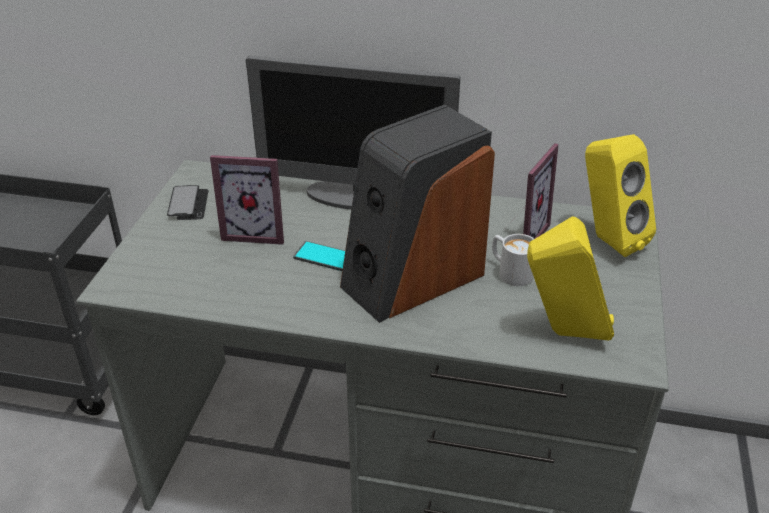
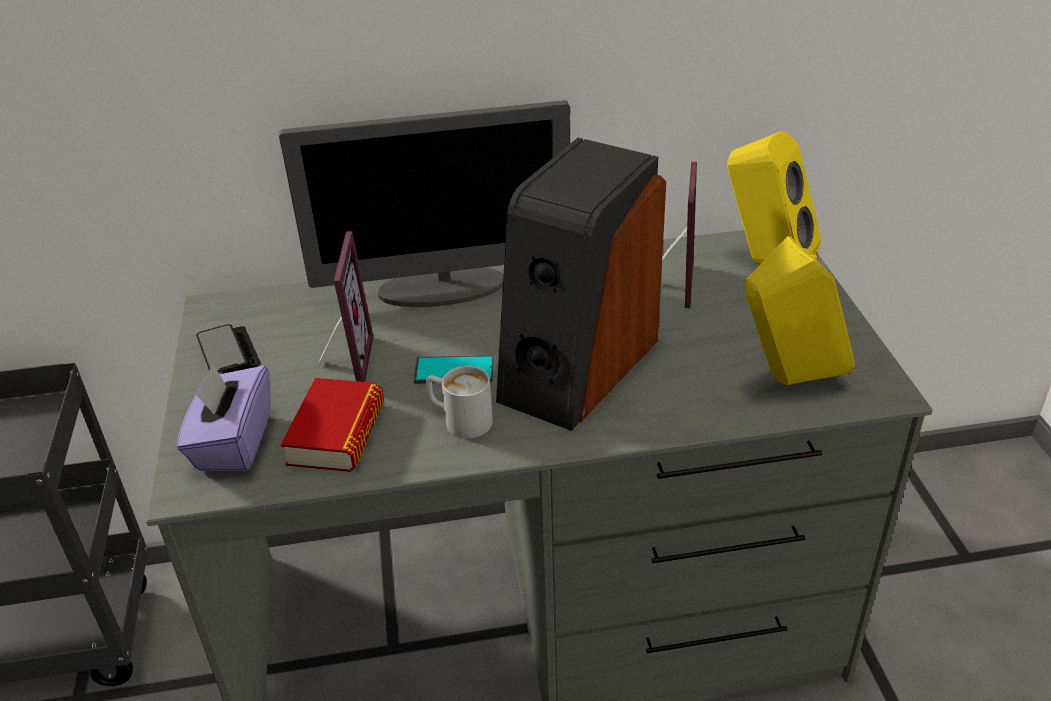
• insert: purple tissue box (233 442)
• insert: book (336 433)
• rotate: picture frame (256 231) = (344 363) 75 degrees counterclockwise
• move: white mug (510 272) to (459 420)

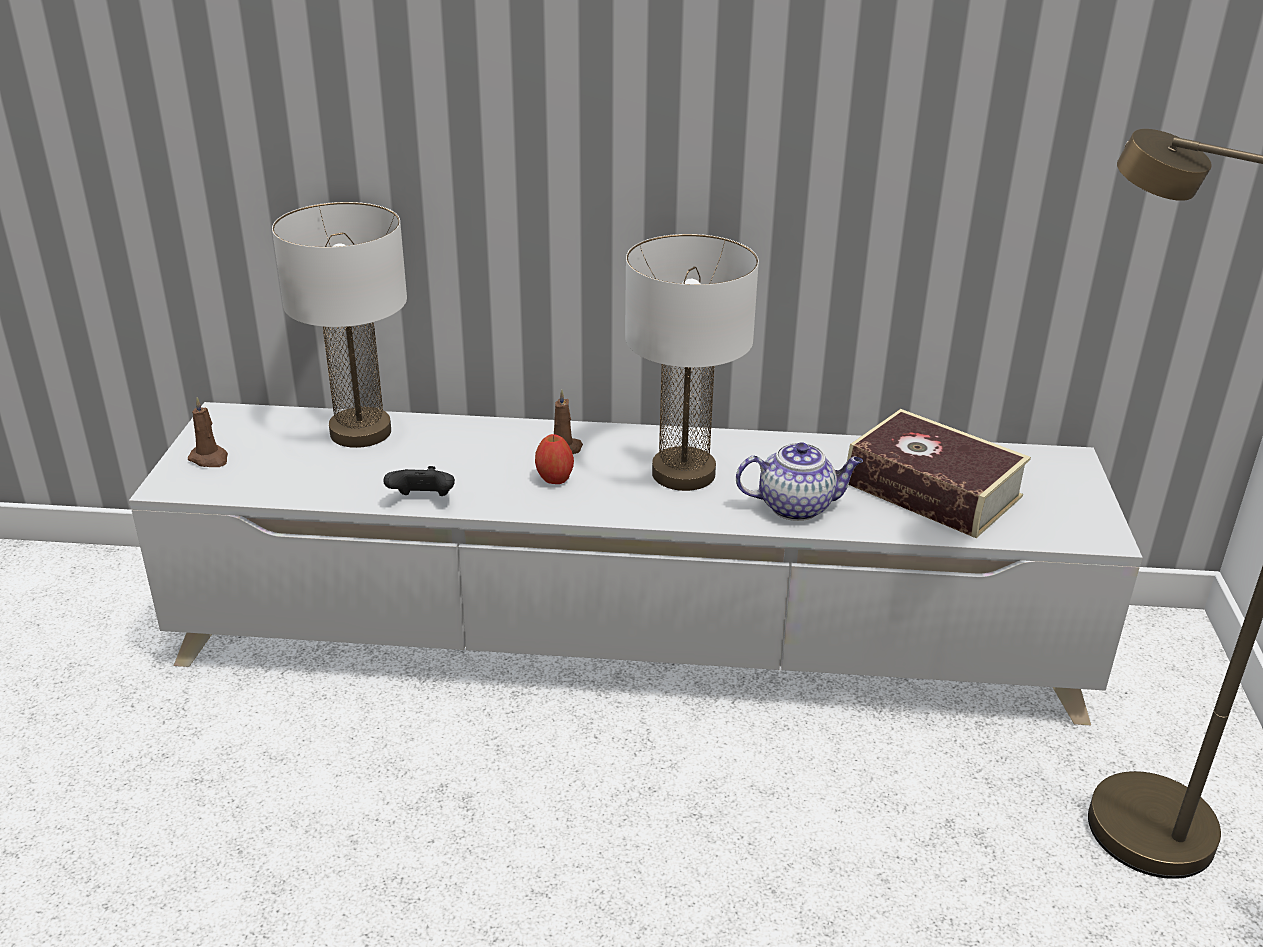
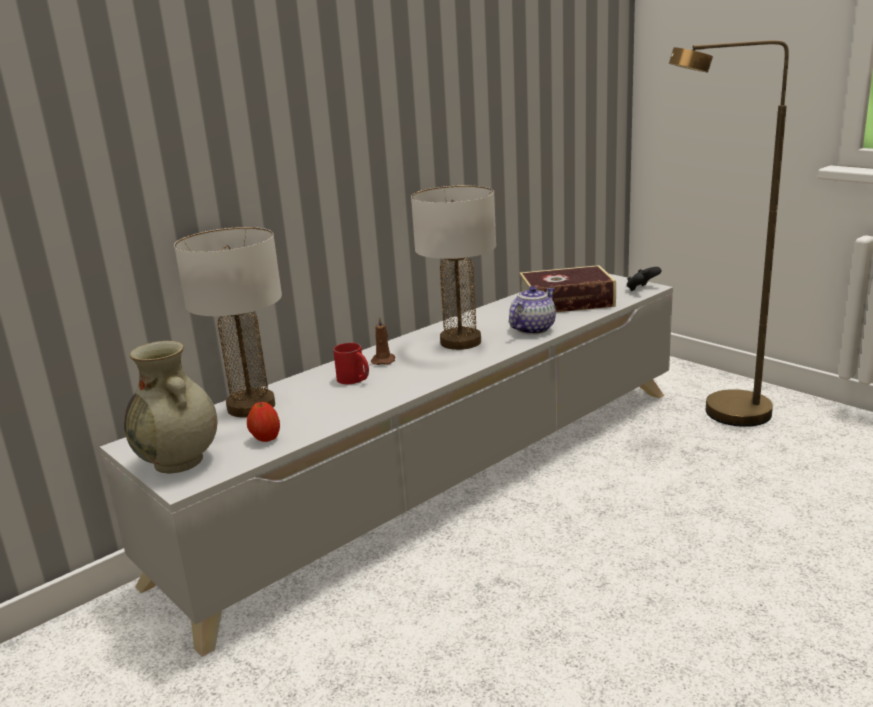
• replace: brown candle (210 459) to beige vase (179 462)
• move: apple (554 479) to (266 439)
• insert: red mug (355 380)
• move: black game controller (423 500) to (641 289)

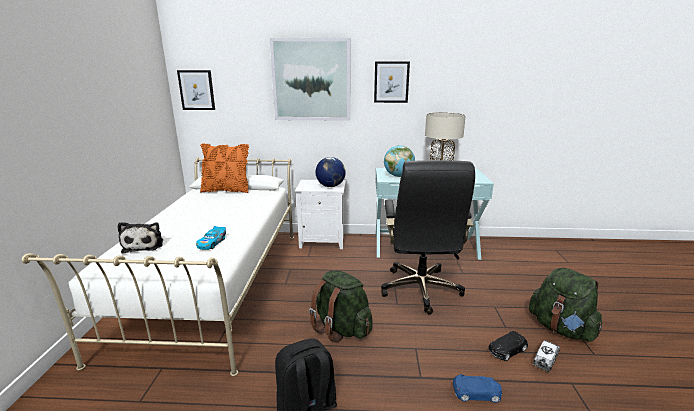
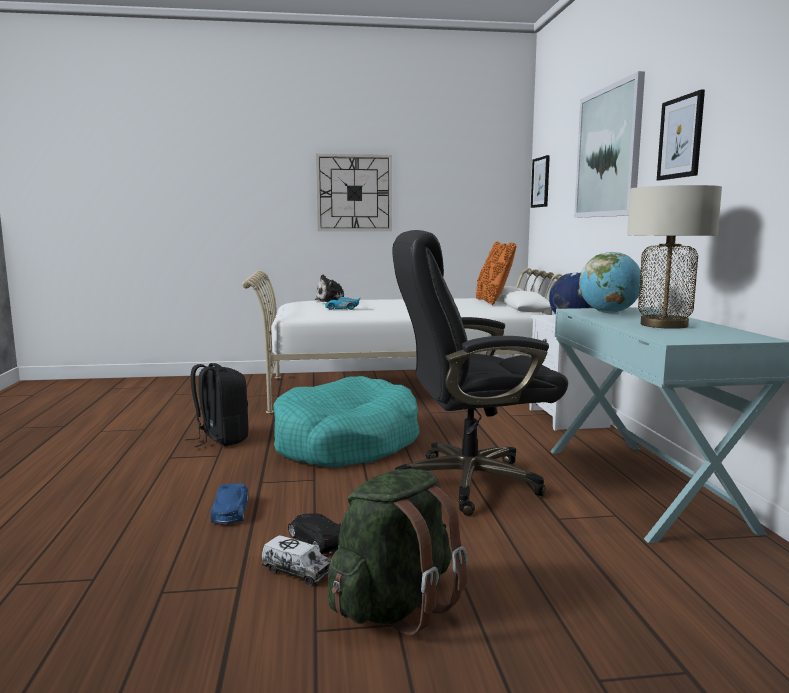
• replace: green backpack (341 328) to turquoise dog bed (346 443)
• insert: wall clock (354 193)

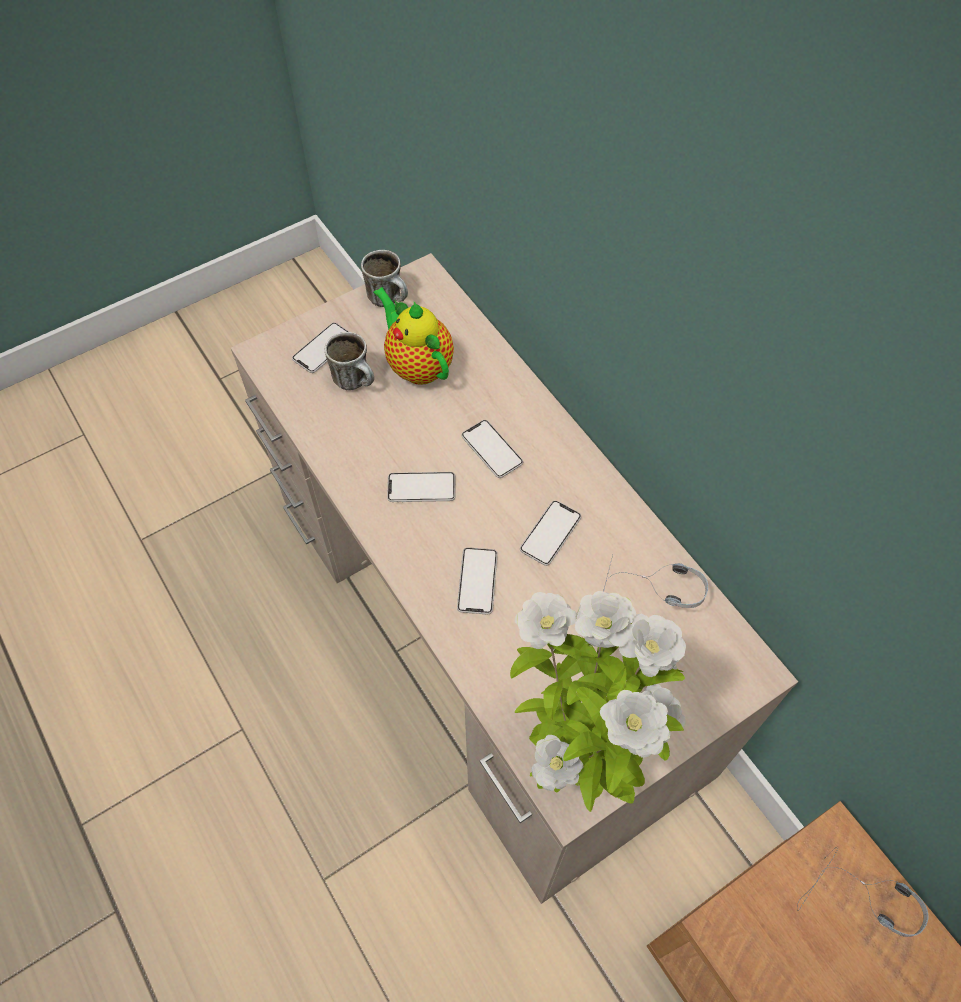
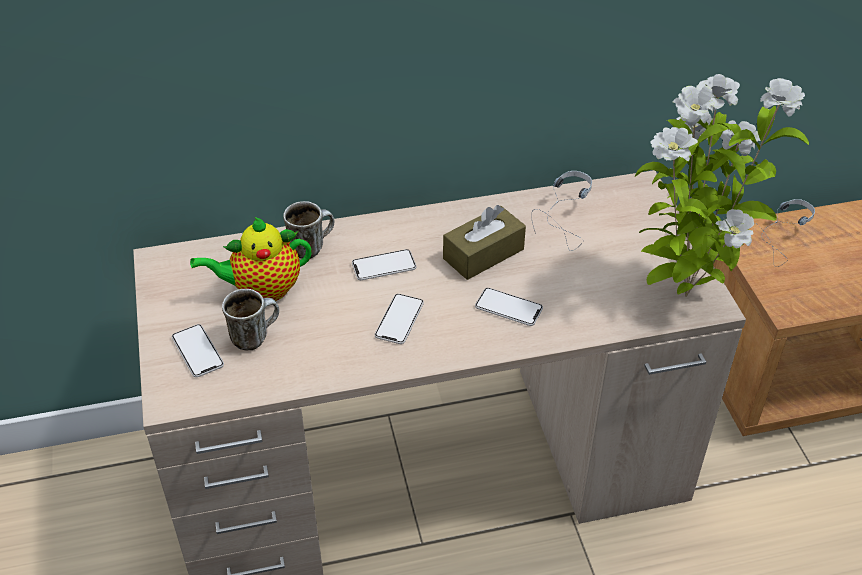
• move: mug (390 299) to (311 247)
• replace: phone (550 533) to brown tissue box (483 254)

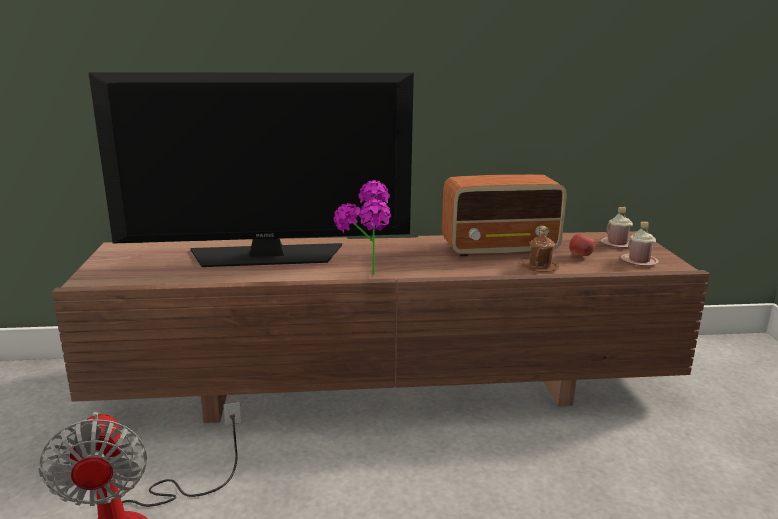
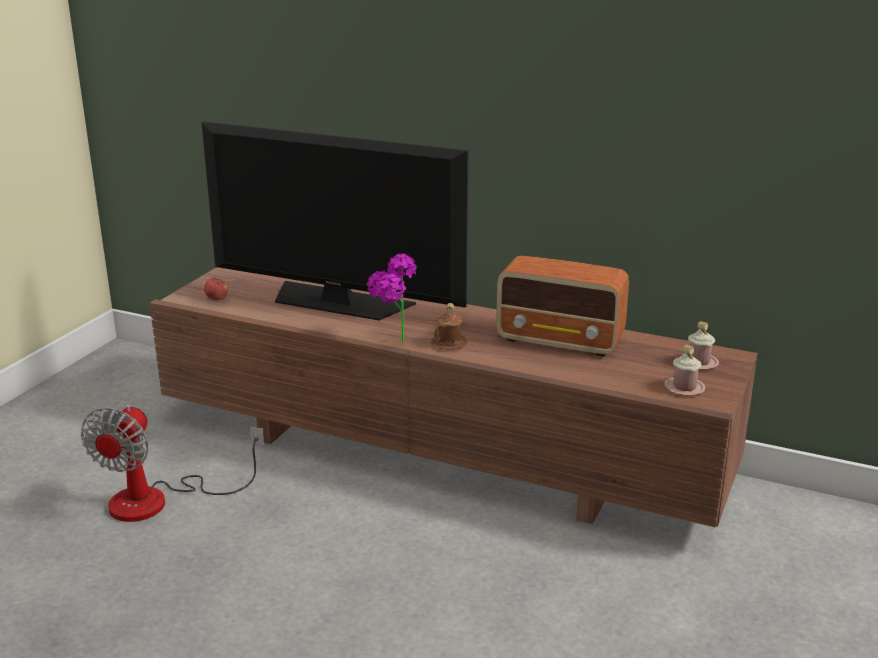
• move: apple (580 256) to (216 299)
• move: brown mug (540 267) to (449 343)

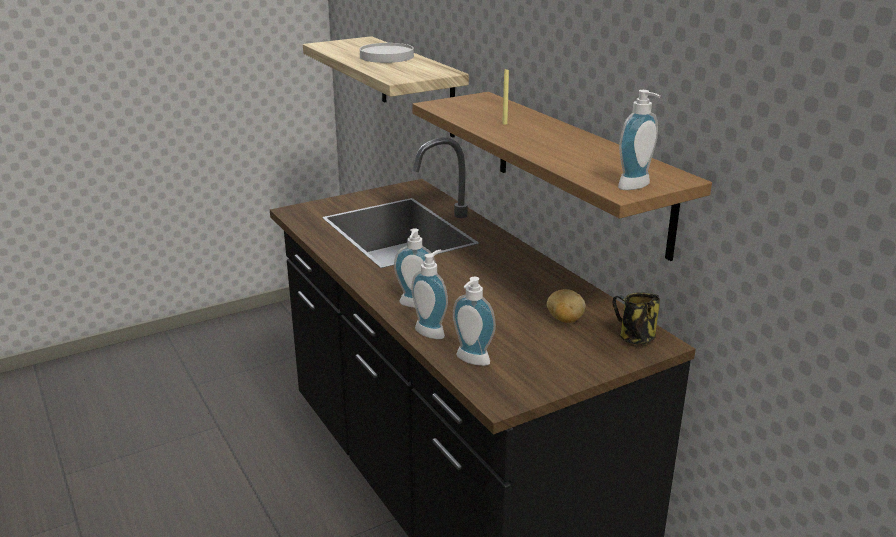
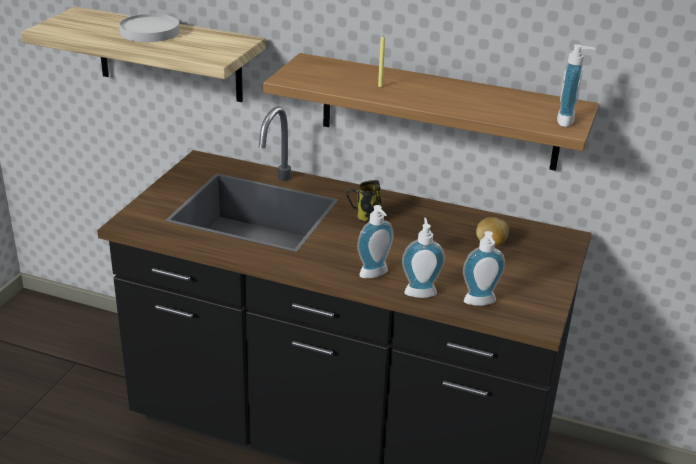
• move: mug (634 338) to (367 218)

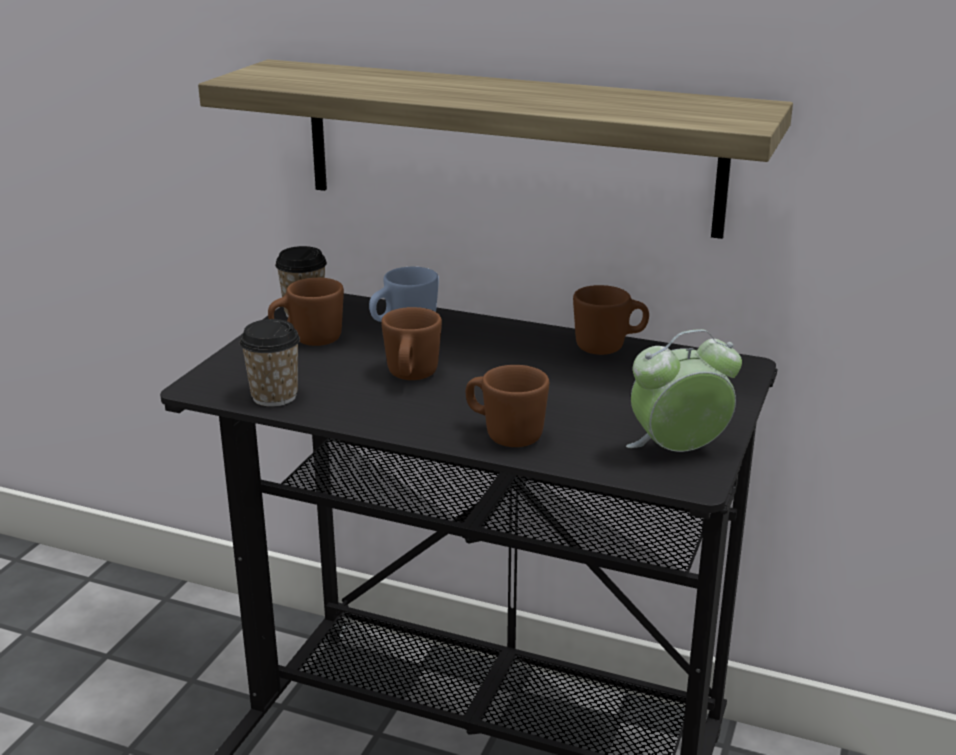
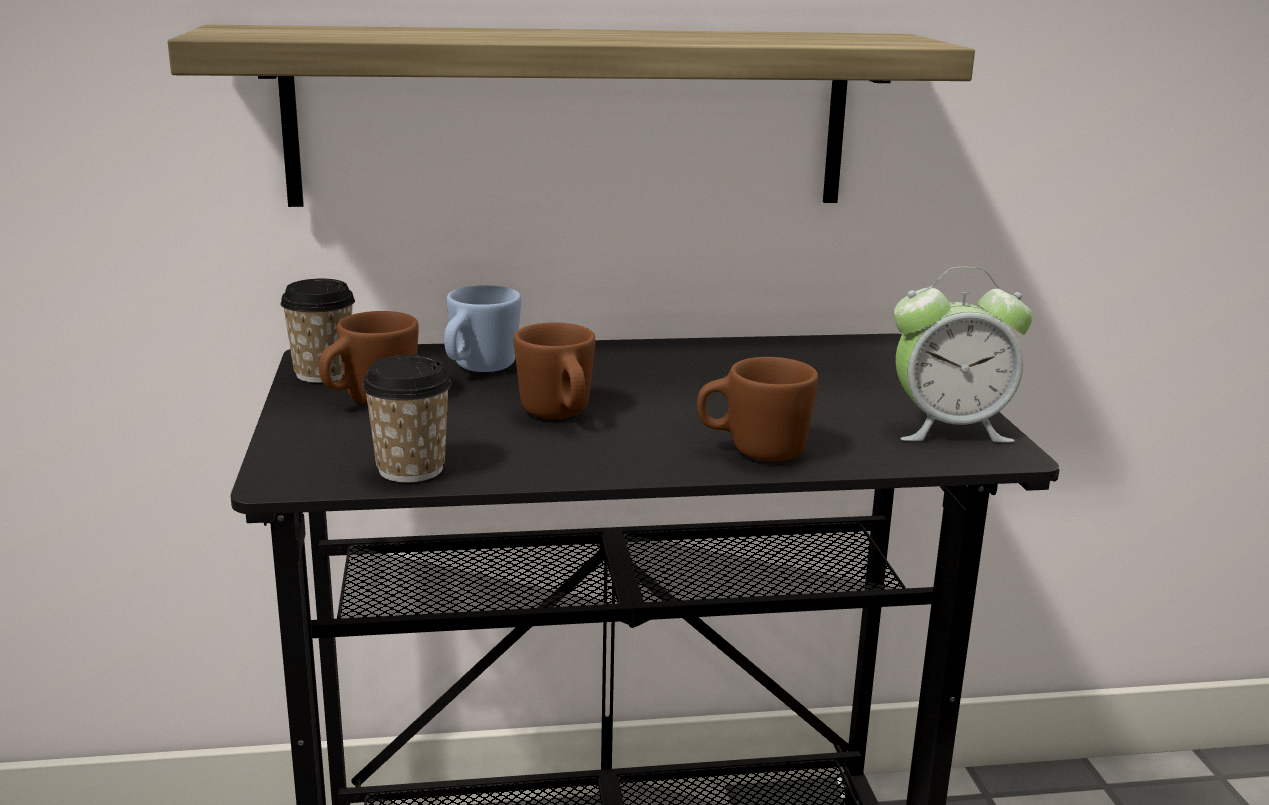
• rotate: alarm clock (678 451) = (949 429) 135 degrees counterclockwise
• delete: brown mug (609 347)

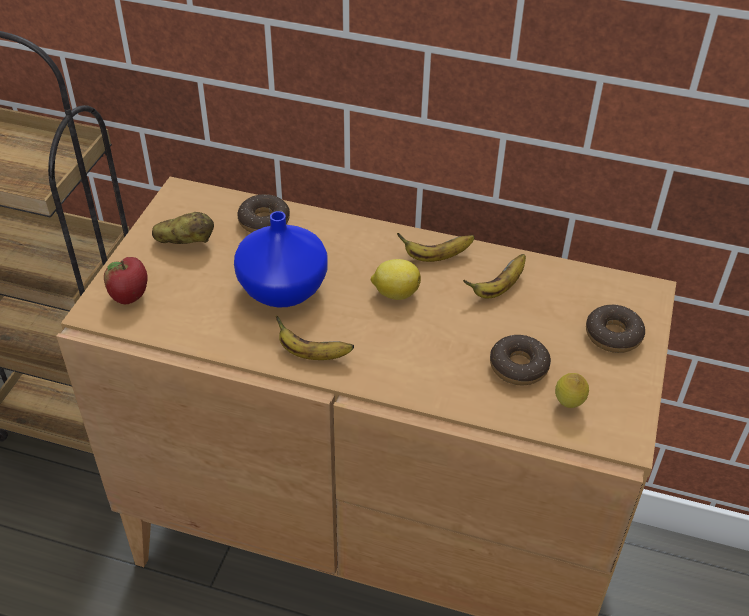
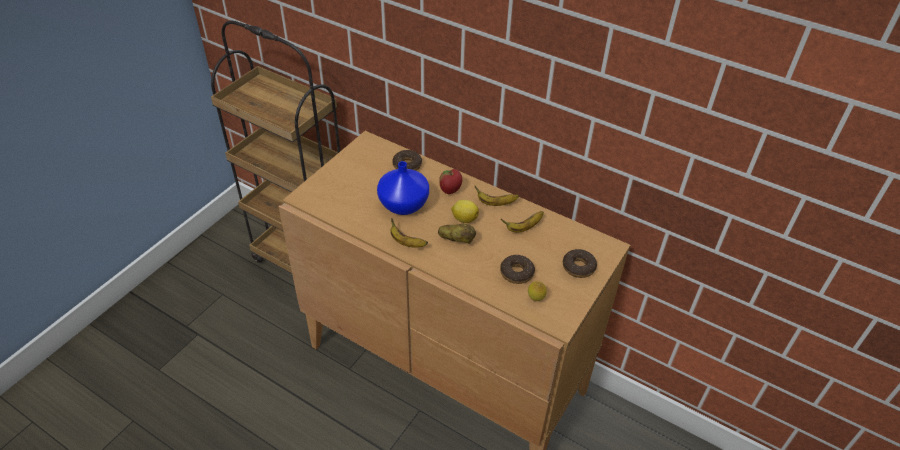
• move: potato (185 242) to (457 240)
• move: apple (130 298) to (450 191)

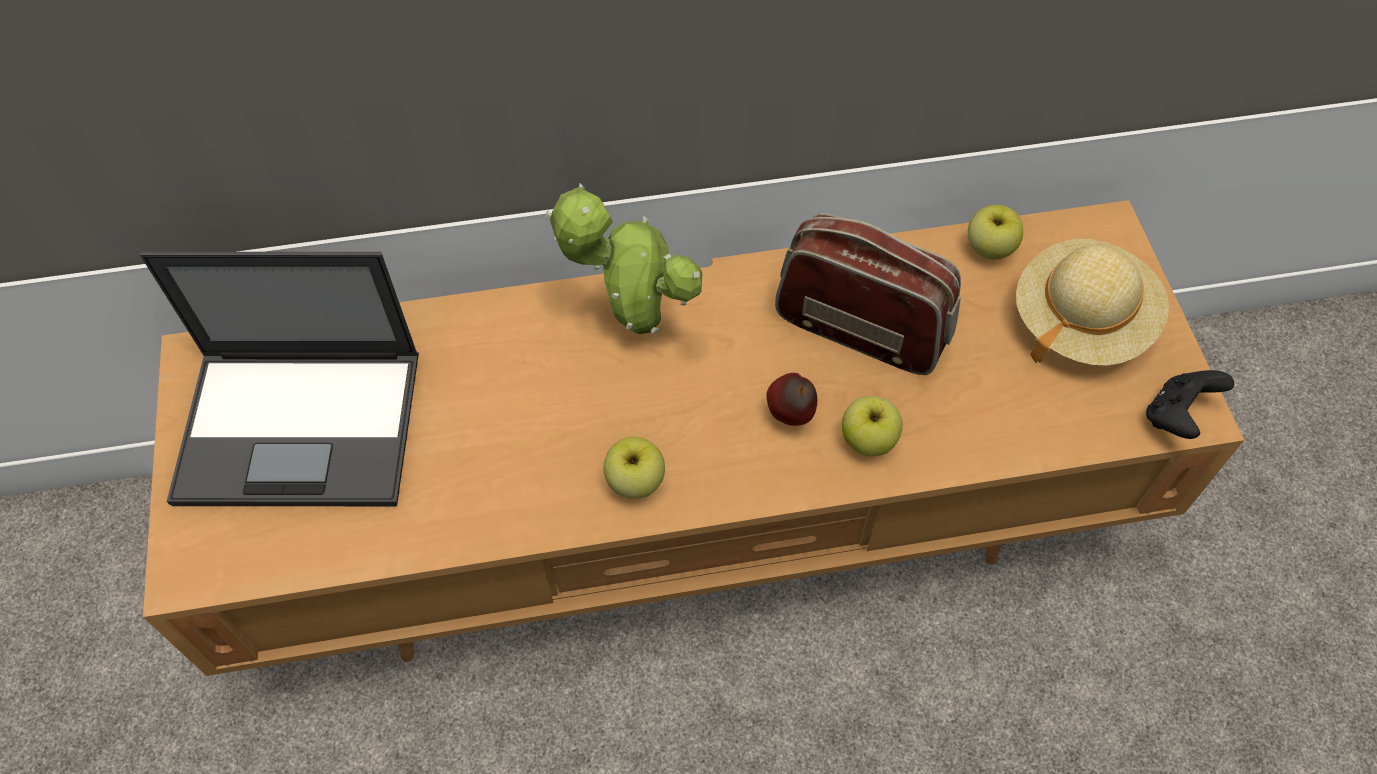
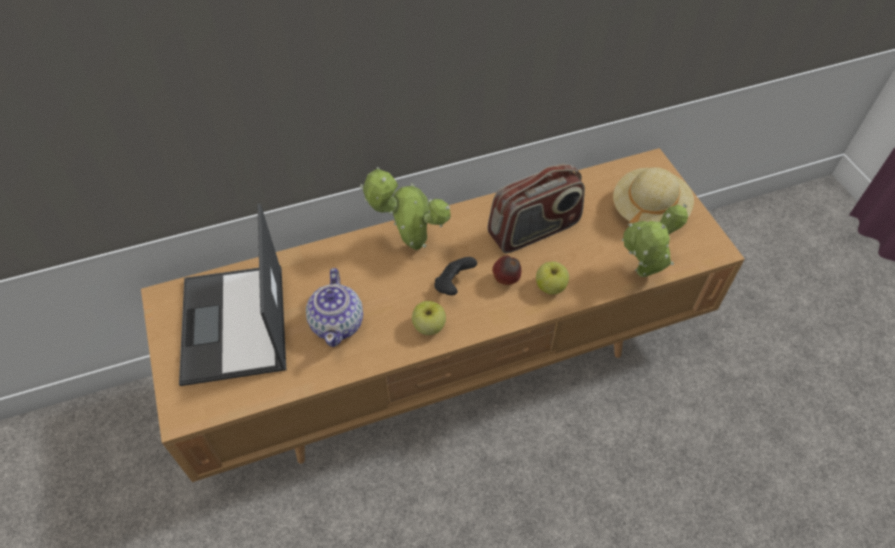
• rotate: laptop (303 426) = (235 325) 90 degrees clockwise
• insert: teapot (338 323)
• move: black game controller (1176 416) to (453 285)
• rotate: radio (861 327) = (534 230) 135 degrees clockwise
• insert: potted plant (641 276)
• delete: apple (989 248)

